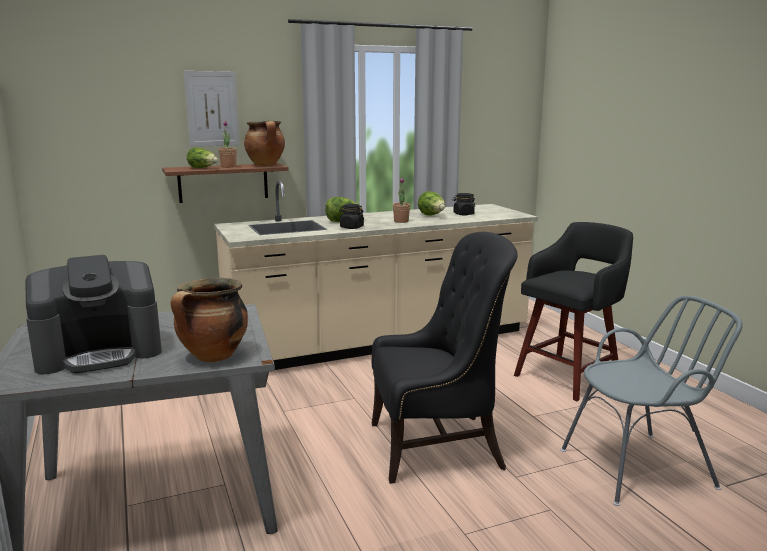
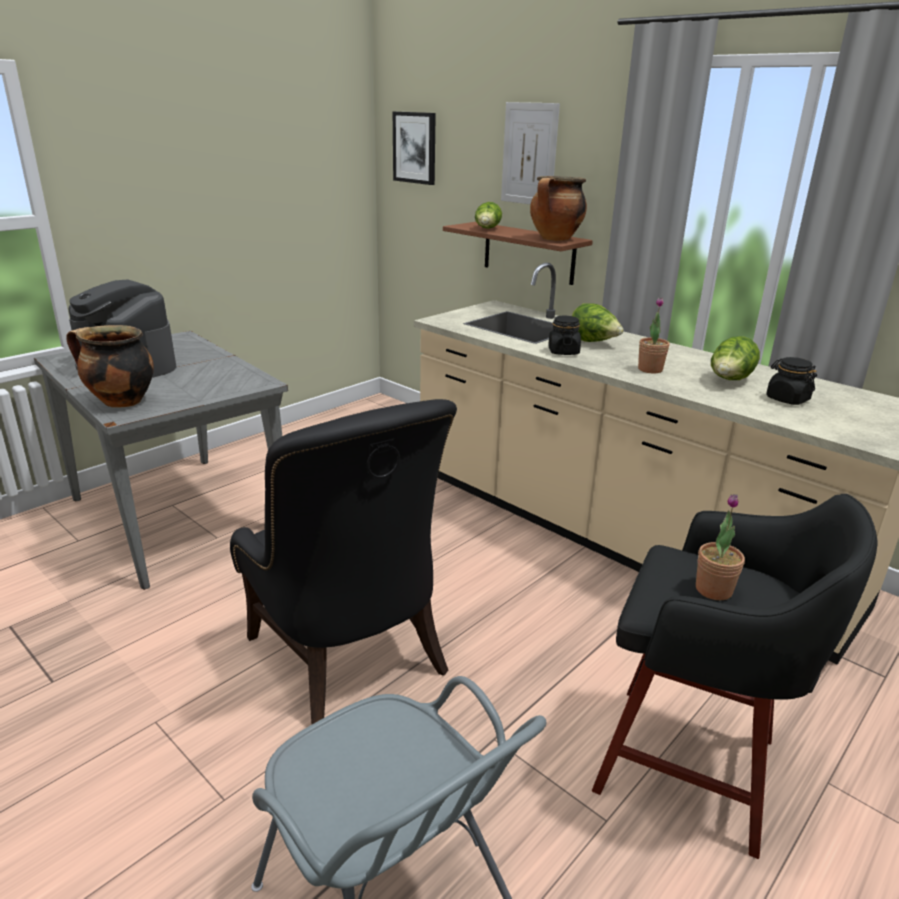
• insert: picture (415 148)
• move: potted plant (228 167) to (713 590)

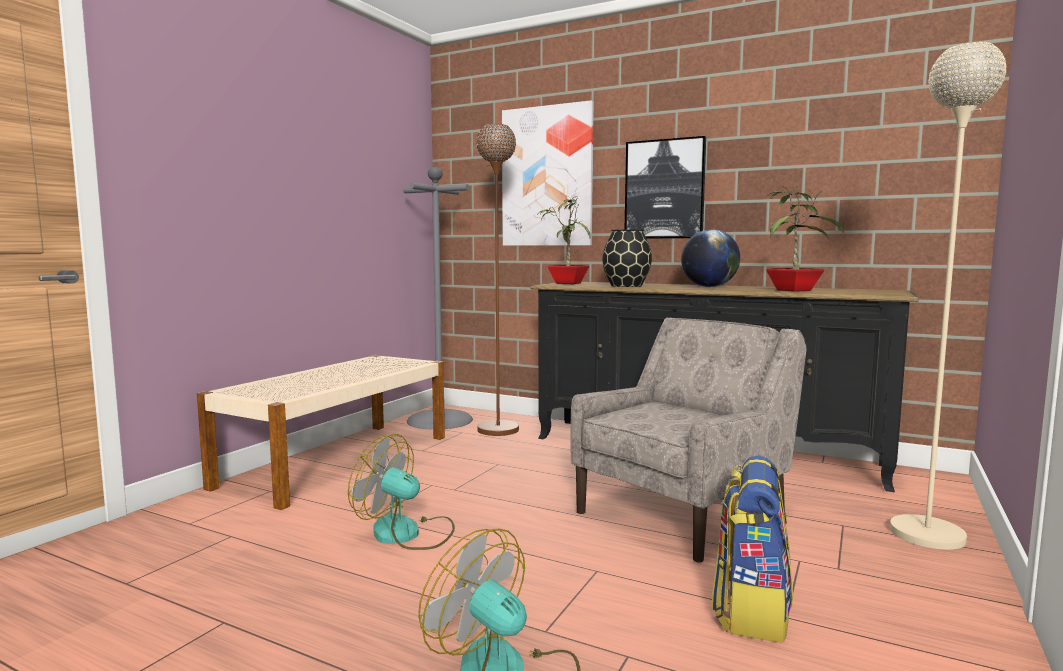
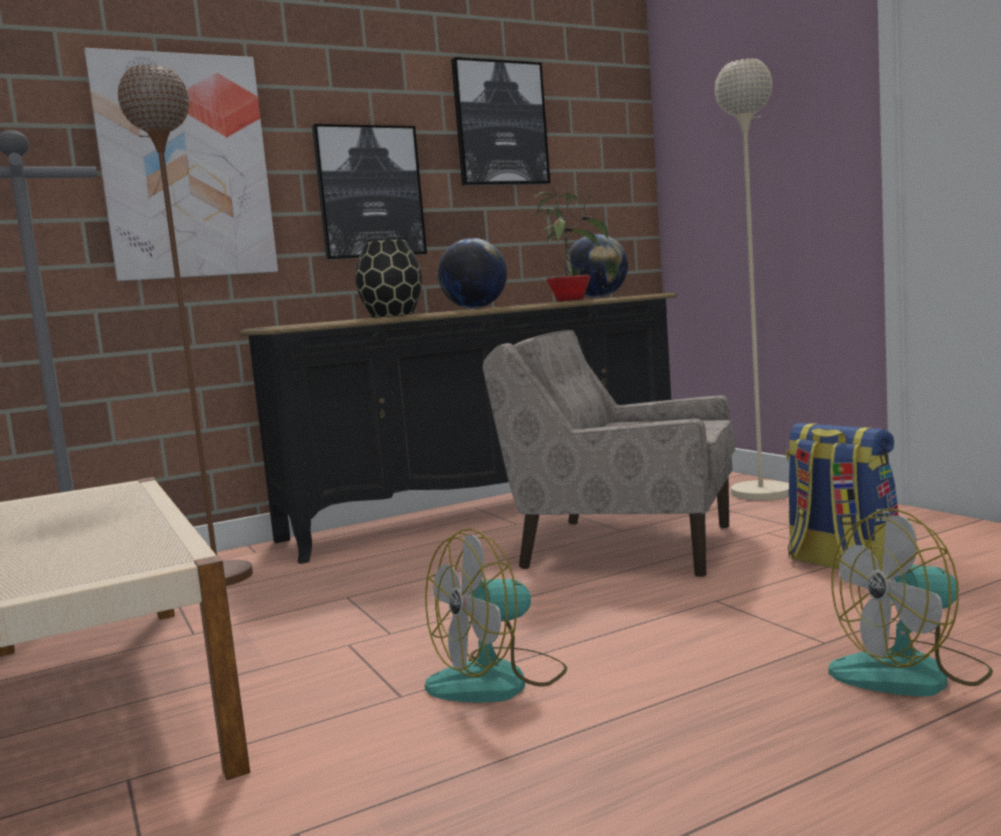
• insert: picture (500 124)
• rotate: beige armchair (683 512) = (625 546) 60 degrees counterclockwise
• insert: globe (598 297)
• delete: potted plant (566 283)

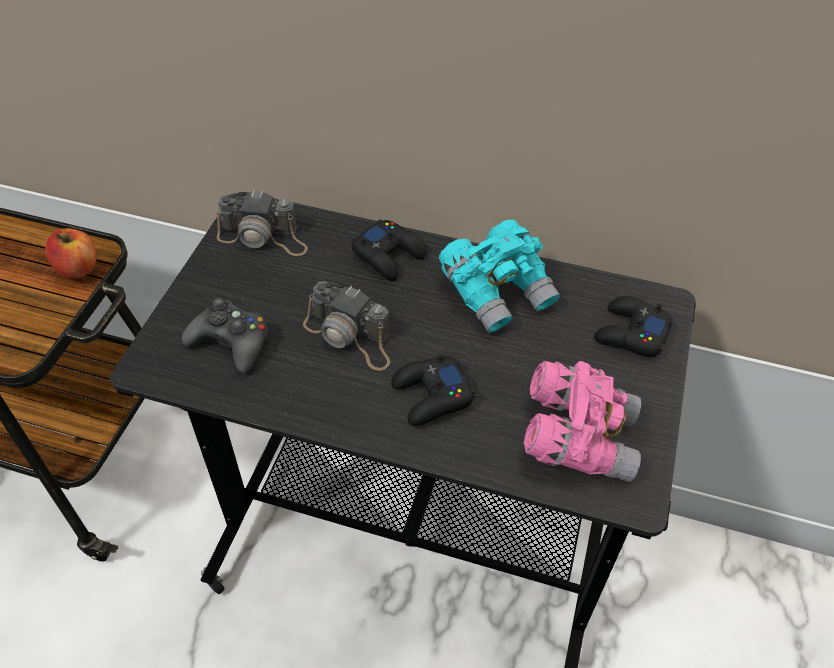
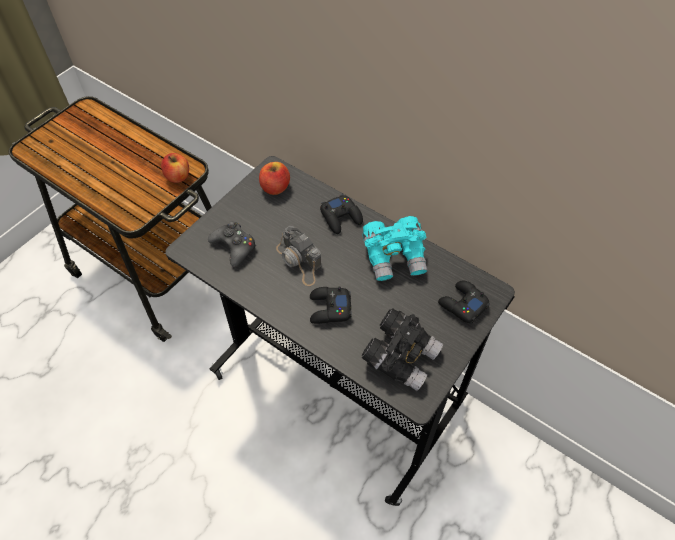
• replace: photo camera (263 236) to apple (275 187)
• recolor: pink binoculars (577 437) to black binoculars (401 356)

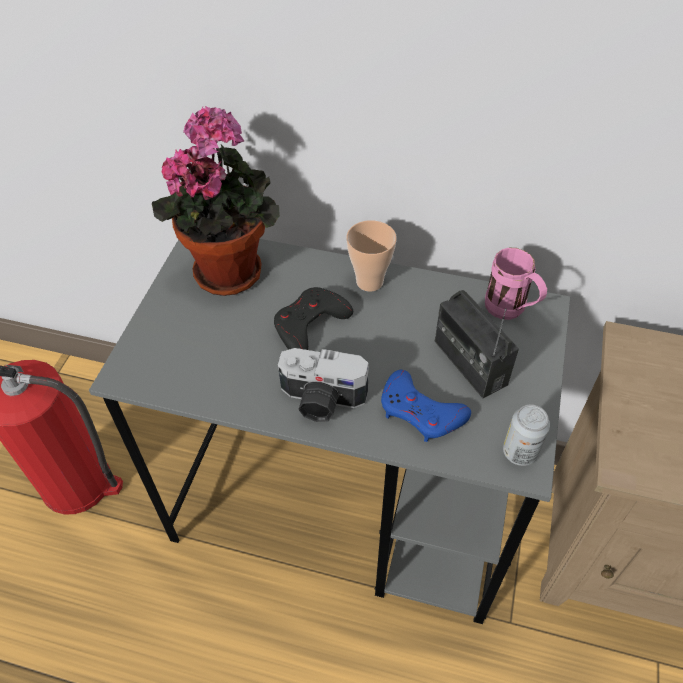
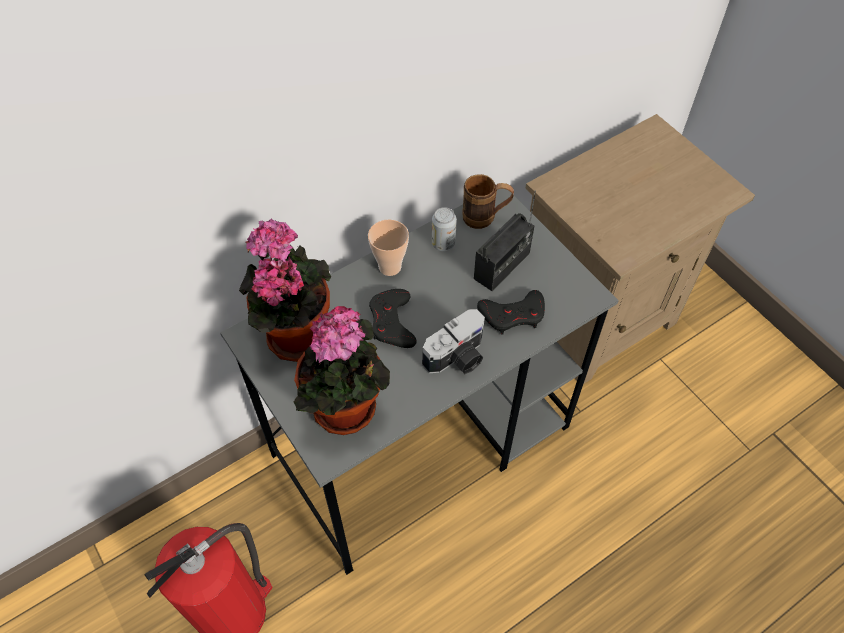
• insert: potted plant (347 412)
• move: can (519 452) to (443 243)
• recolor: pink mug (510 312) to brown mug (485 218)
• rotate: radio (469 363) = (502 266) 60 degrees counterclockwise
• recolor: blue game controller (420 412) to black game controller (513 315)

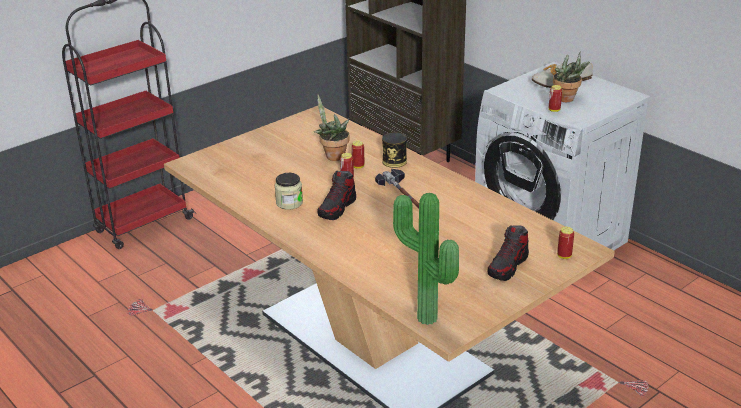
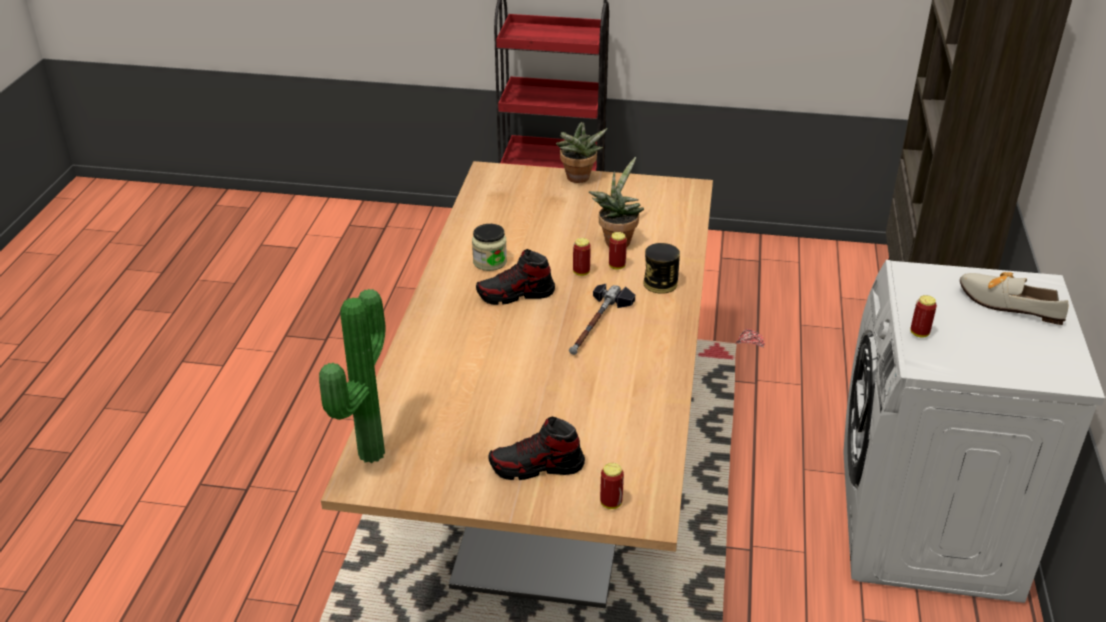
• move: potted plant (568 99) to (578 179)

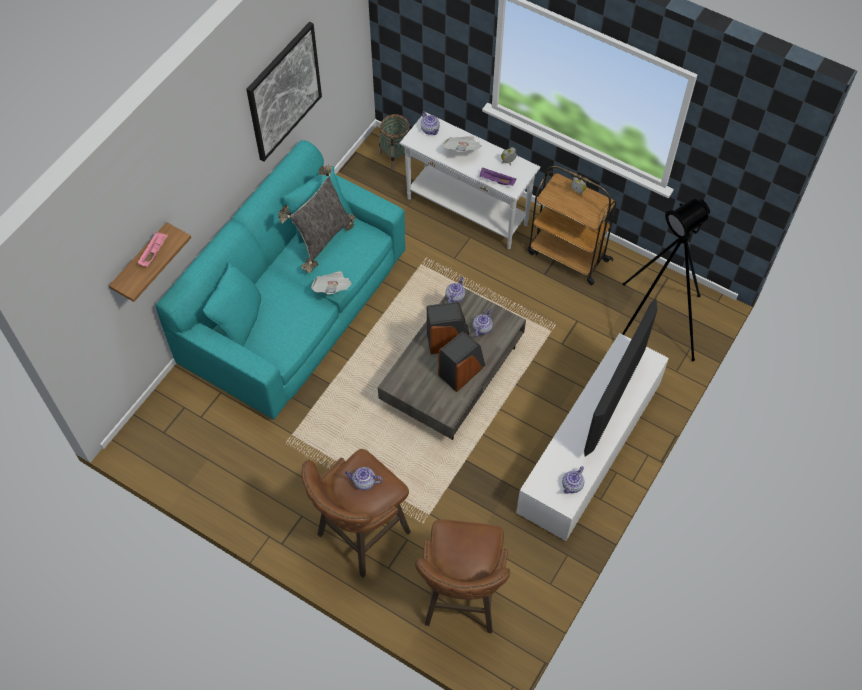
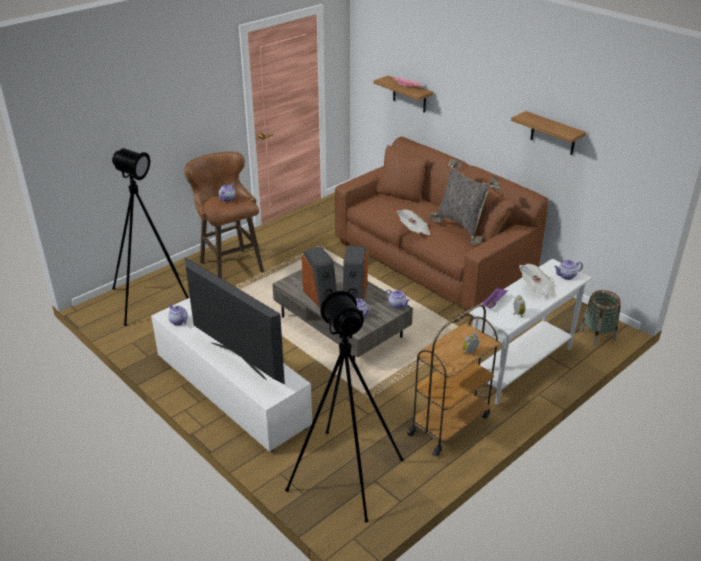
• replace: brown stool (461 600) to black floor lamp (153 299)
• recolor: turquoise sofa (295 311) to brown sofa (431 262)
• replace: picture (284 92) to shelf (553 134)

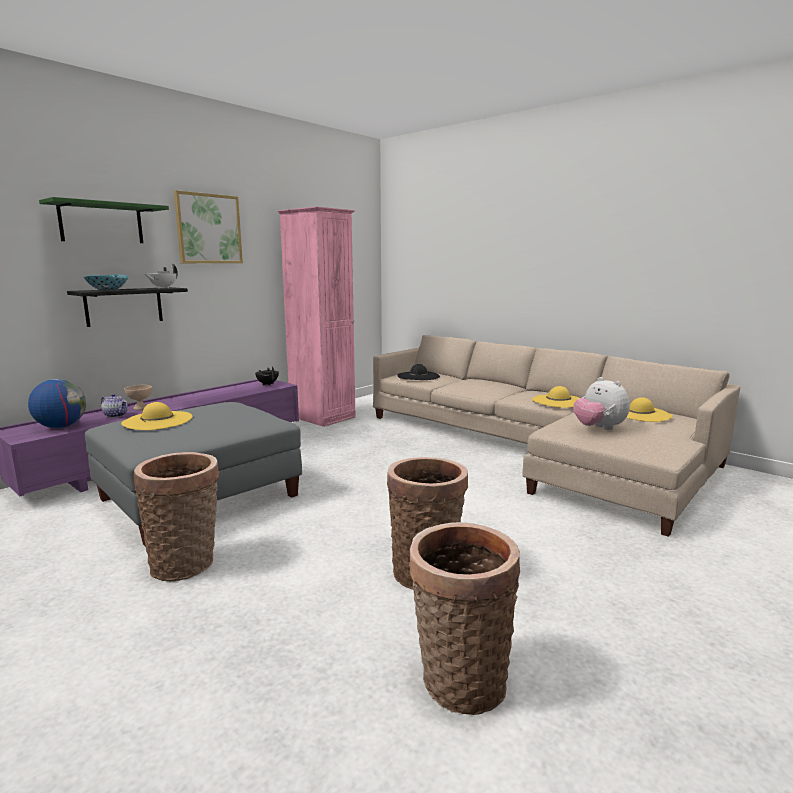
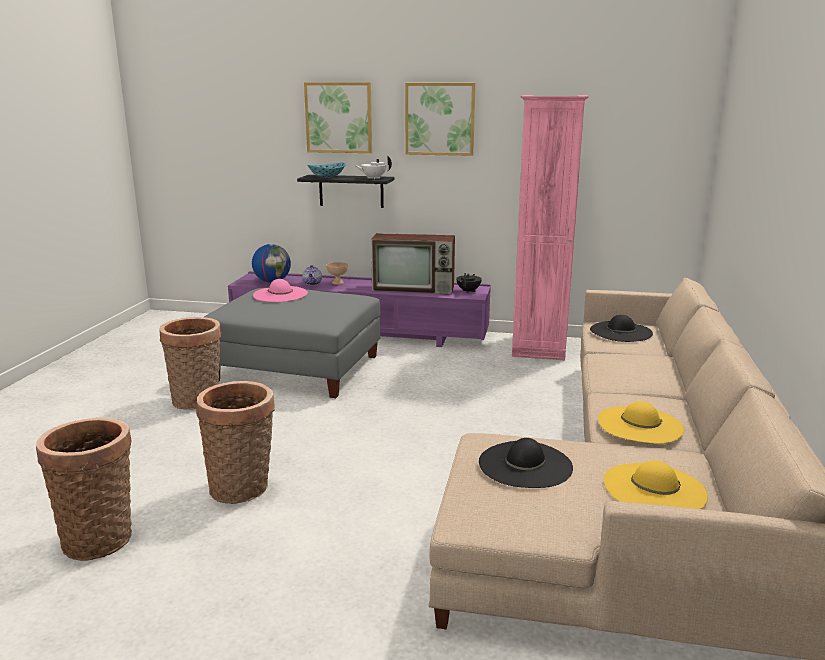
• recolor: yellow hat (157 420) to pink hat (280 294)
• replace: green shelf (101 223) to picture (339 117)
• insert: television (415 289)
• replace: plush toy (599 428) to black hat (525 464)

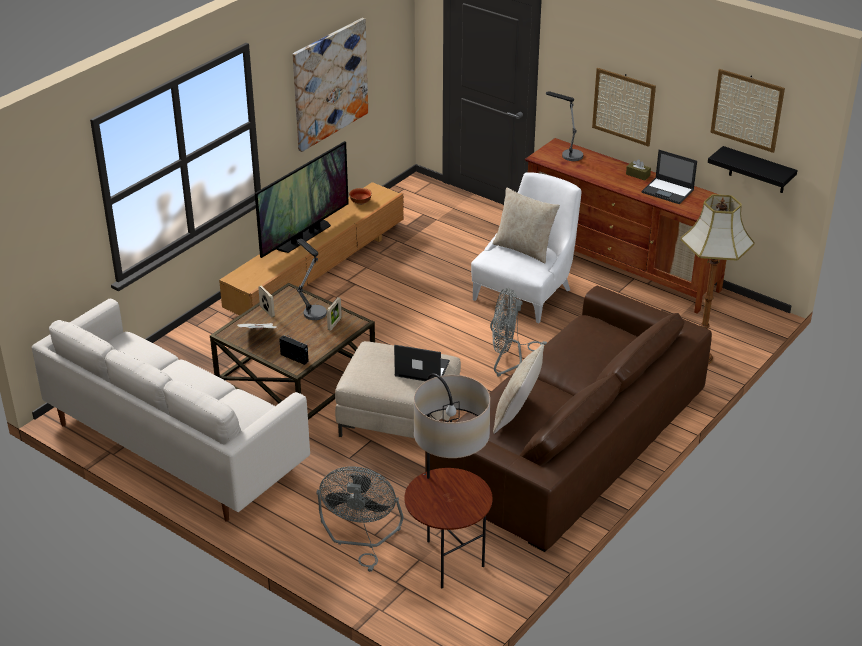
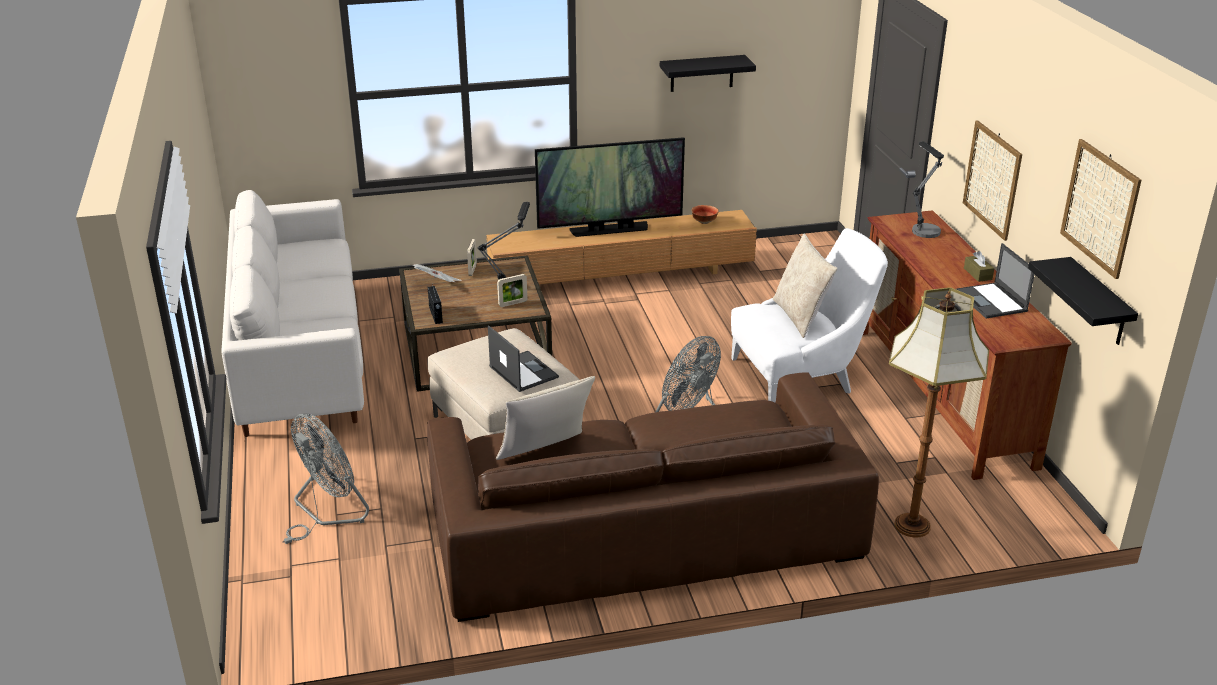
• replace: picture (330 83) to black shelf (702 73)
• delete: floor lamp (447 561)

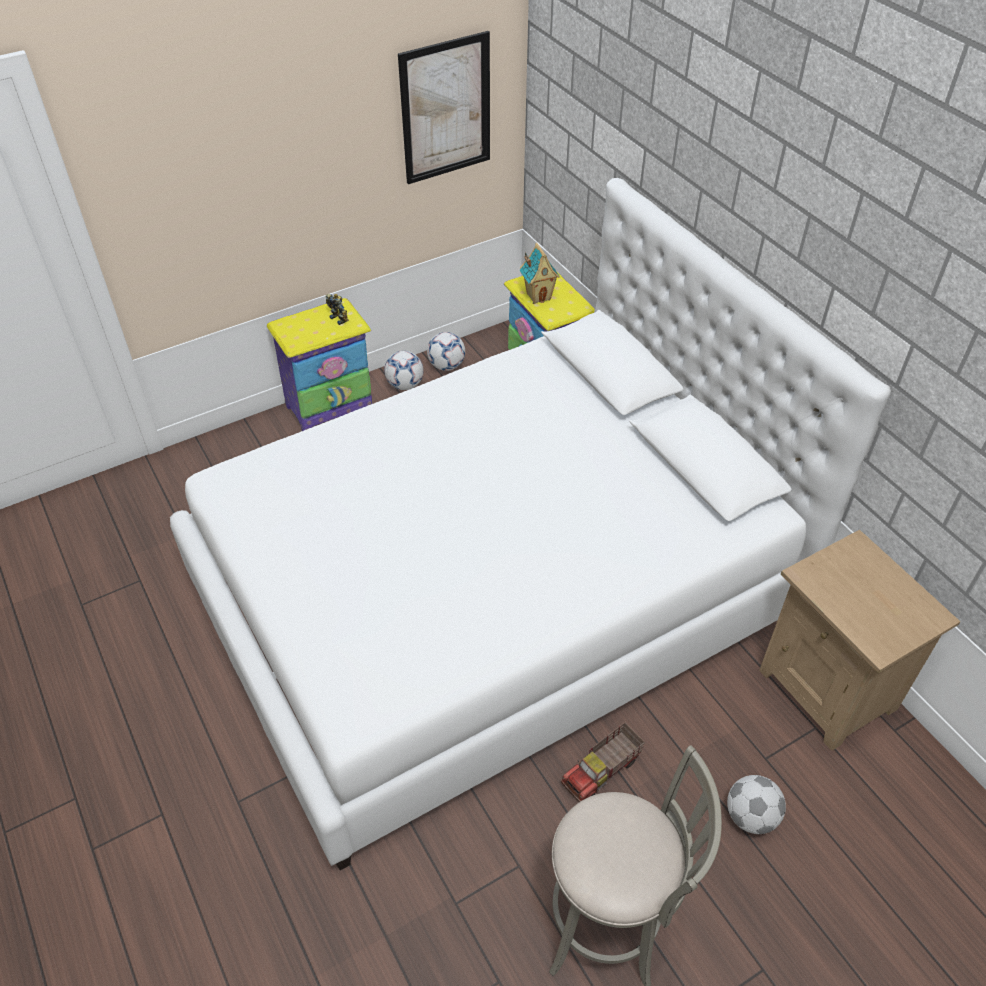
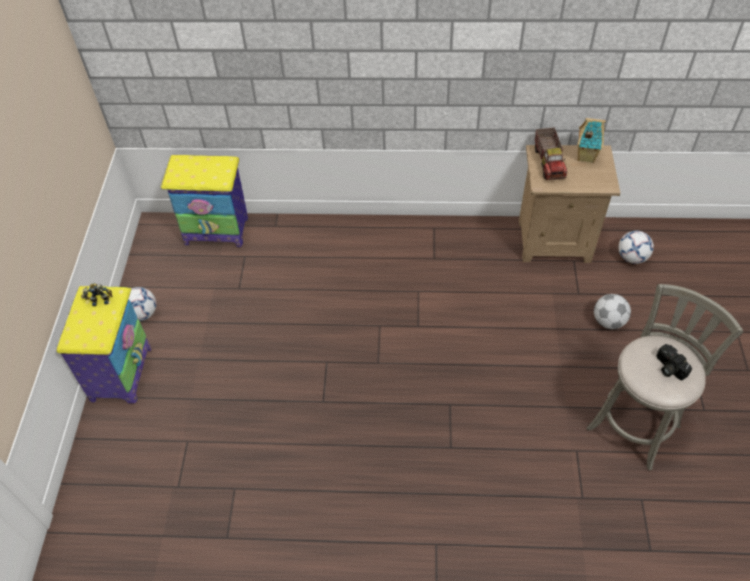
• move: toy truck (602 771) to (549 162)
• move: toy house (538 296) to (585 156)
• move: football (446 366) to (632 257)
• insert: photo camera (668 368)
• delete: white bed (495 597)
• delete: picture (446 109)

